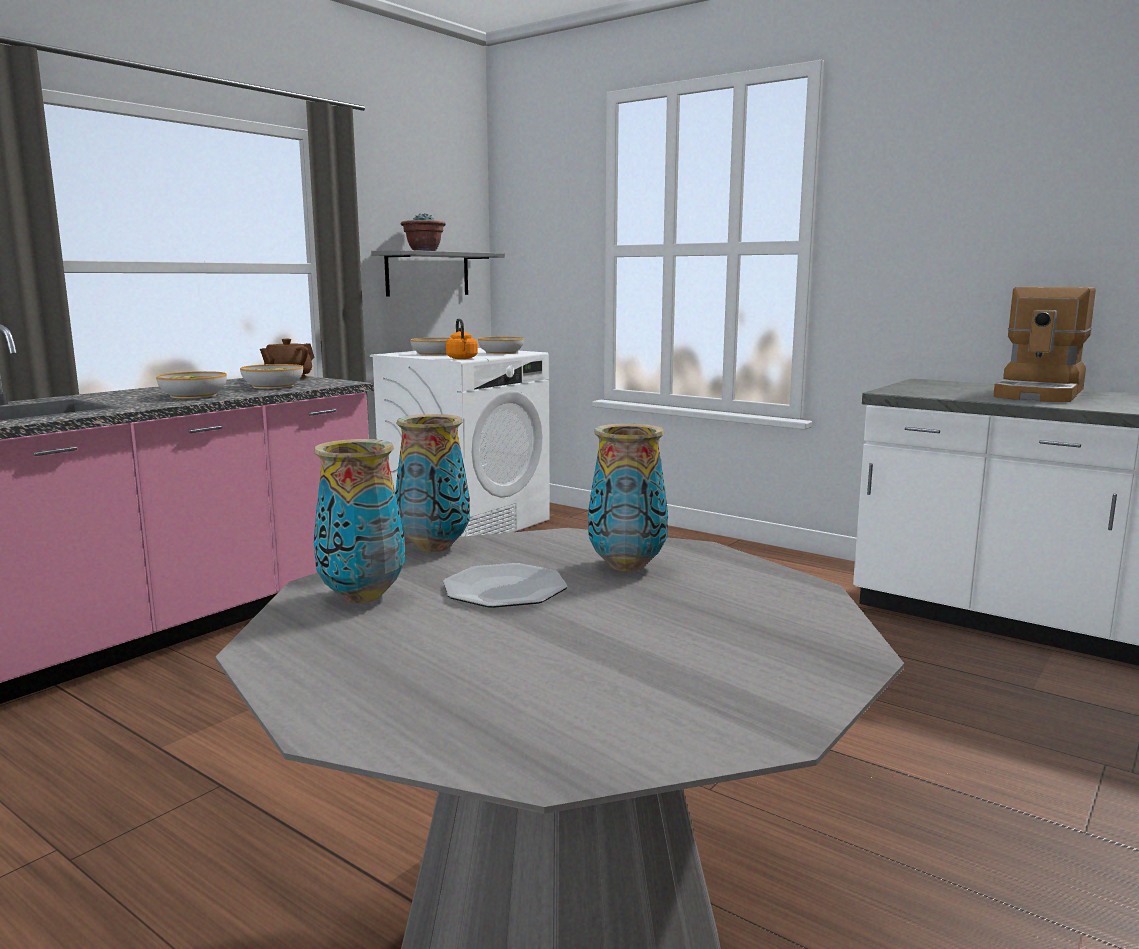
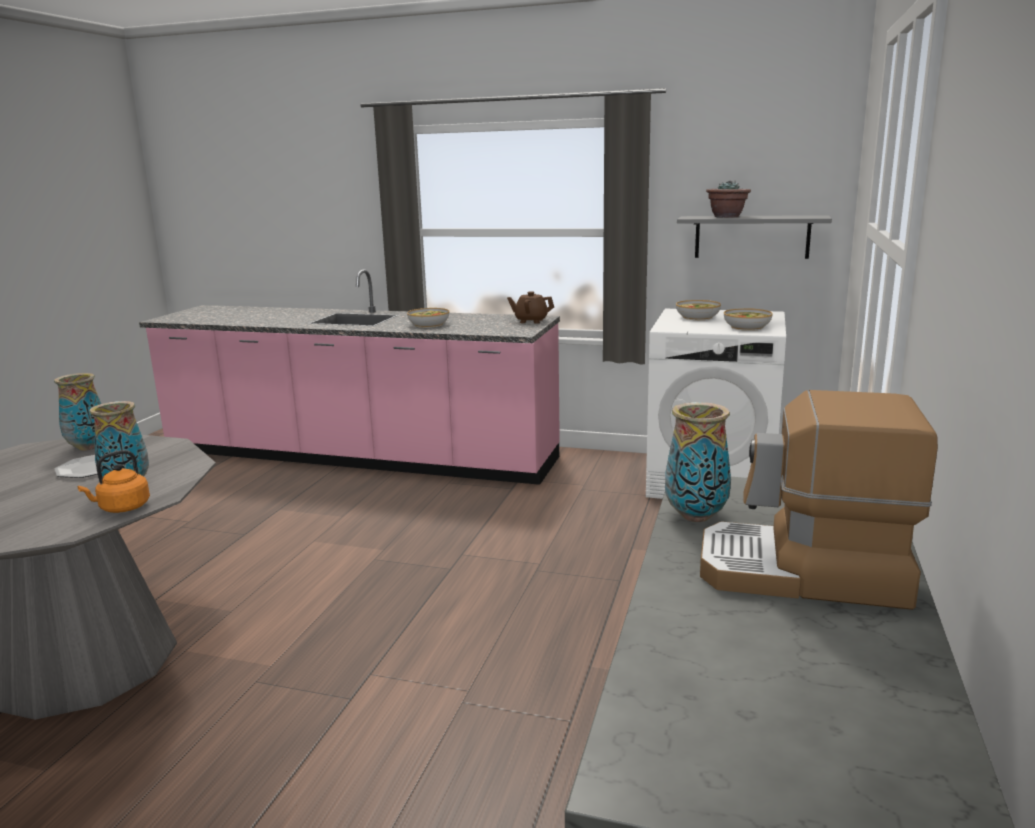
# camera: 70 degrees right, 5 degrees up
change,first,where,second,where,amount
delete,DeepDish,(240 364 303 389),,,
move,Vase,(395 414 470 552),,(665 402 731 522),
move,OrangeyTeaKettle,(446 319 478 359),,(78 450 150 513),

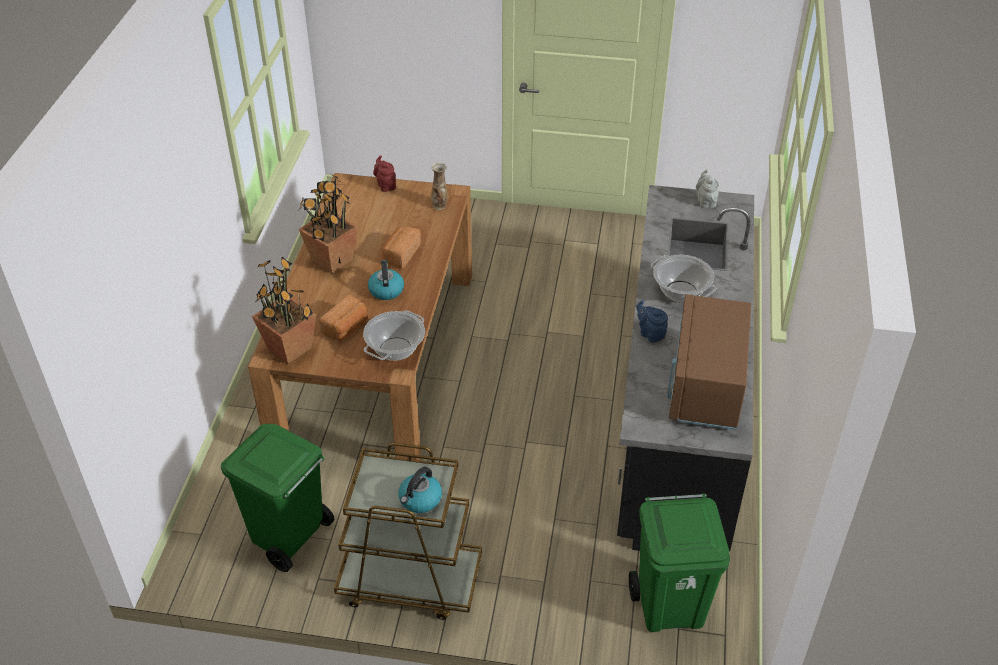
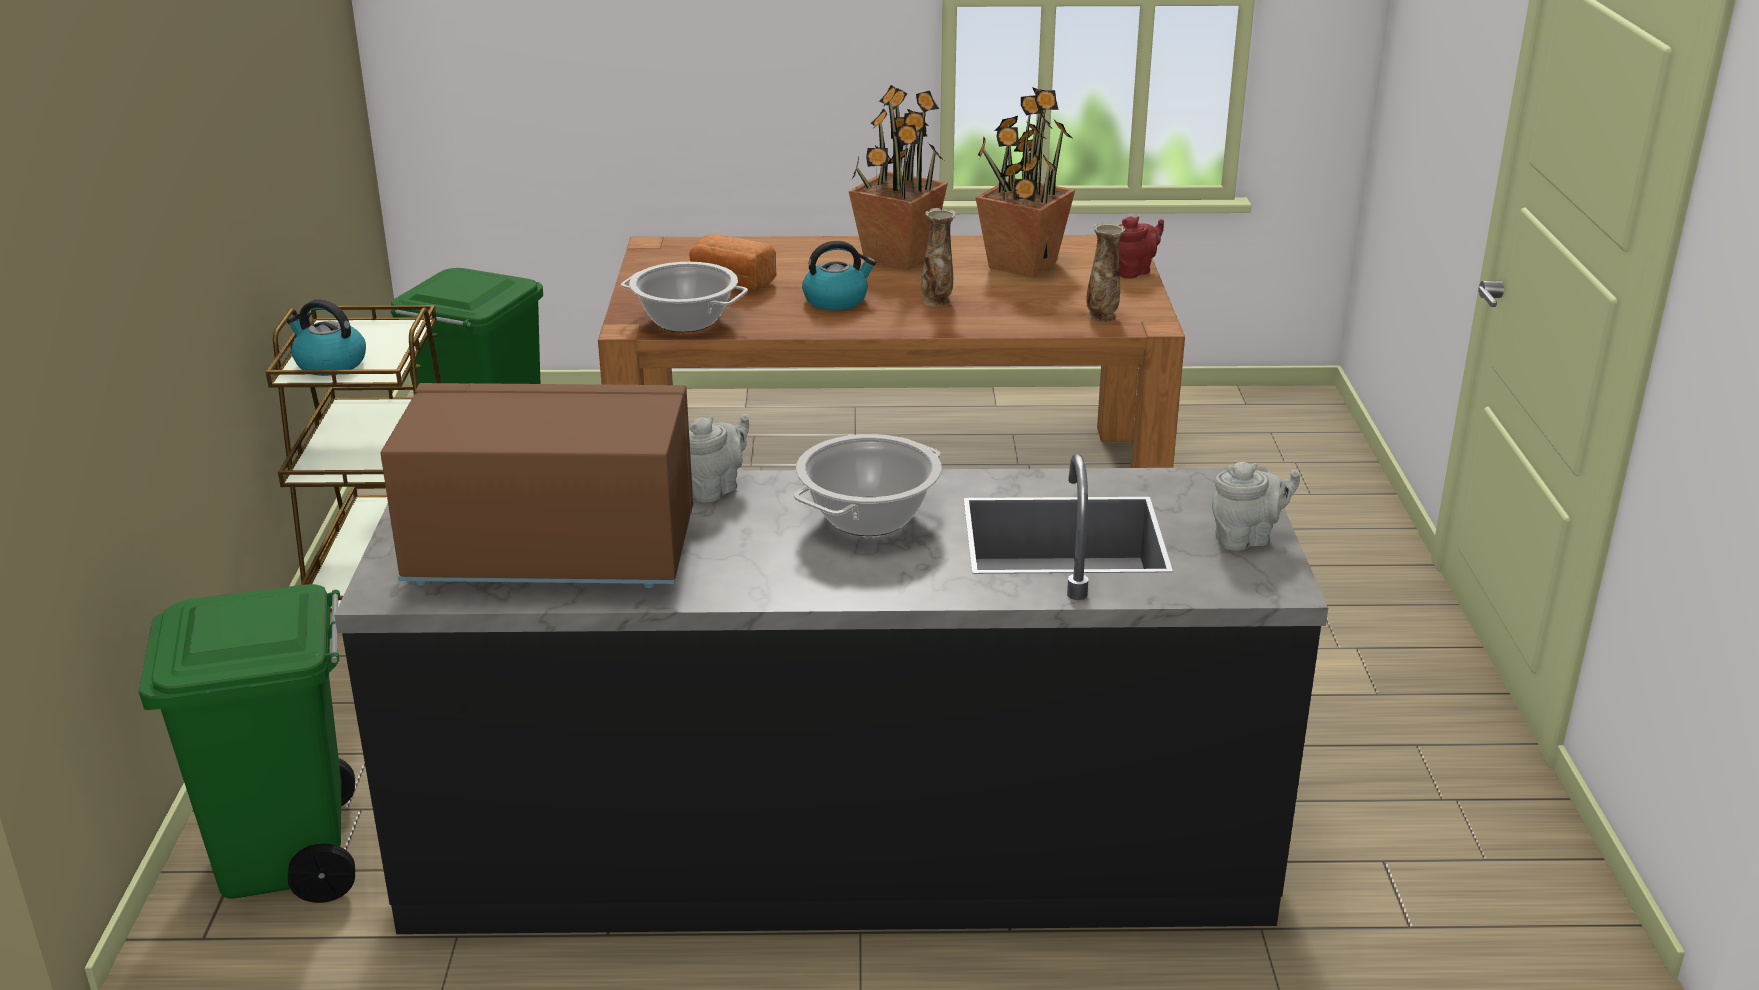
# camera: 80 degrees right, 15 degrees down
change,first,where,second,where,amount
move,Houseplant,(252 257 316 364),,(975 87 1075 278),
replace,BakedBread,(382 226 421 269),Vase,(921 208 956 307),
recolor,BluishTeaPot,(636 300 668 343),GrayTeaPot,(689 414 749 503),

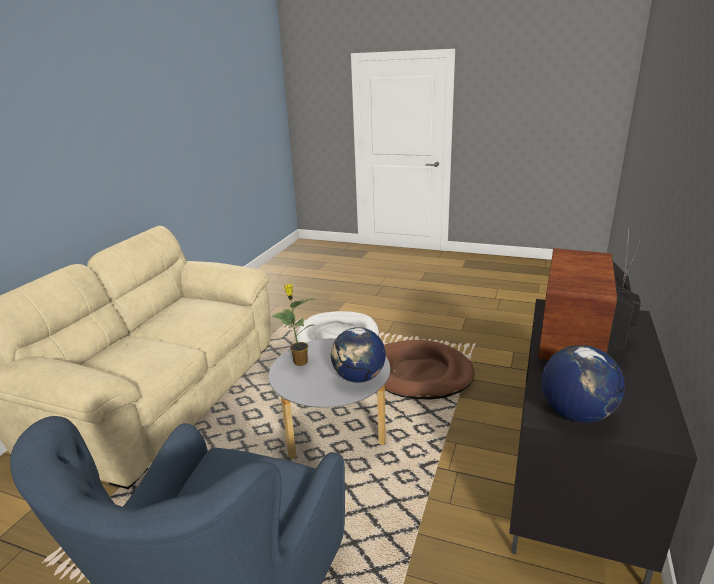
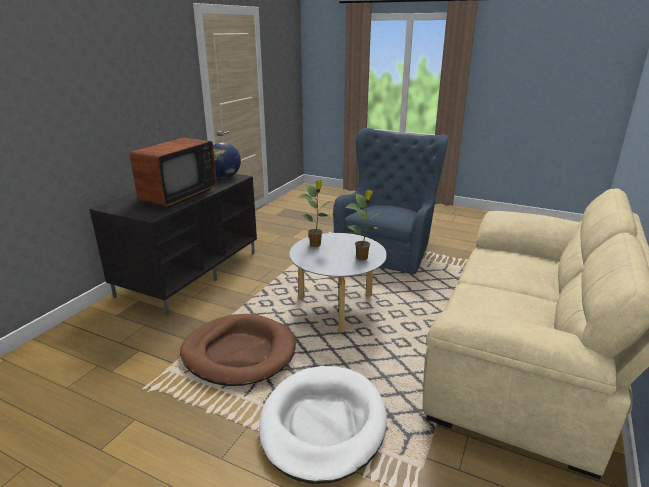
# camera: 175 degrees left, 0 degrees up
change,first,where,second,where,amount
replace,WorldGlobe,(331 327 386 383),Houseplant,(298 180 334 247),

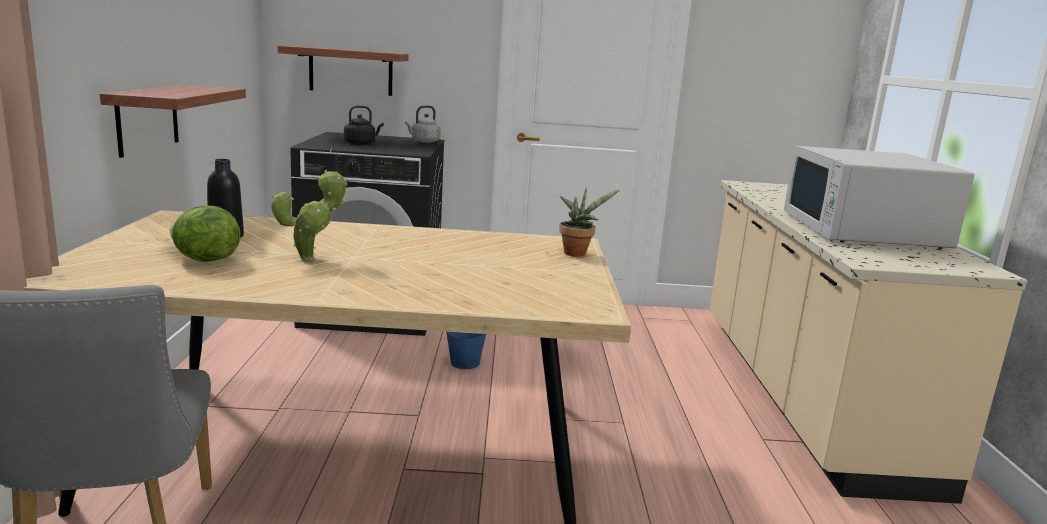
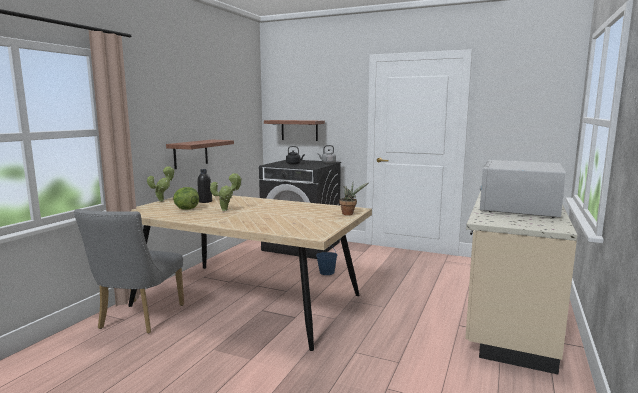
# camera: 25 degrees right, 5 degrees down
change,first,where,second,where,amount
insert,,,Houseplant,(147 166 174 201),

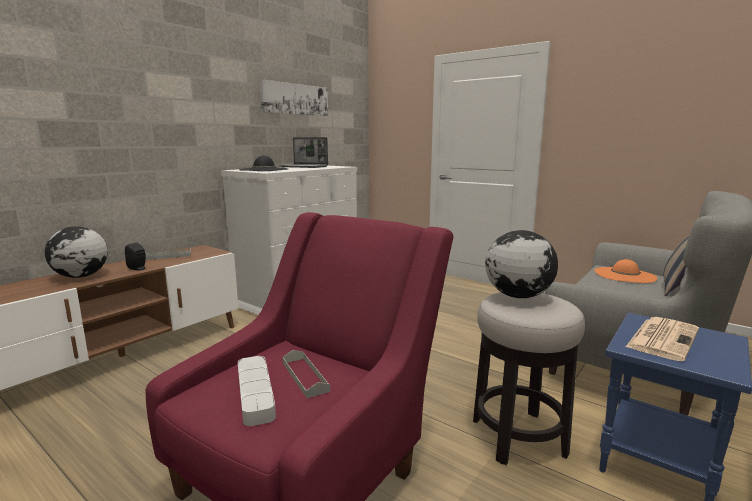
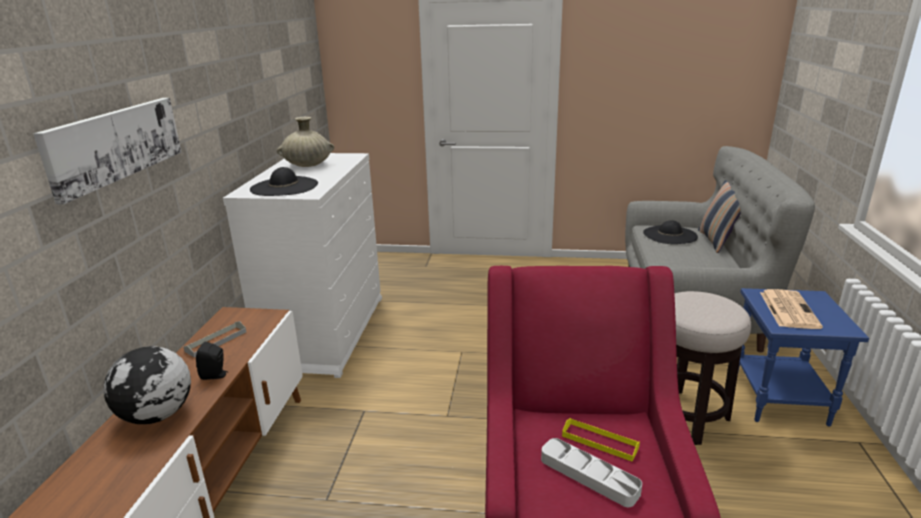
# camera: 30 degrees left, 10 degrees up
change,first,where,second,where,amount
delete,WorldGlobe,(485 230 558 298),,,
move,WallPicture,(260 80 328 116),,(33 98 182 204),
replace,PortableComputer,(279 137 328 168),BeigeVase,(277 117 334 167),
recolor,GrayCarryingTray,(283 350 330 398),YellowishCarryingTray,(562 418 640 462),
recolor,OrangeyClothingHat,(594 259 657 283),BlackClothingHat,(643 220 698 244),

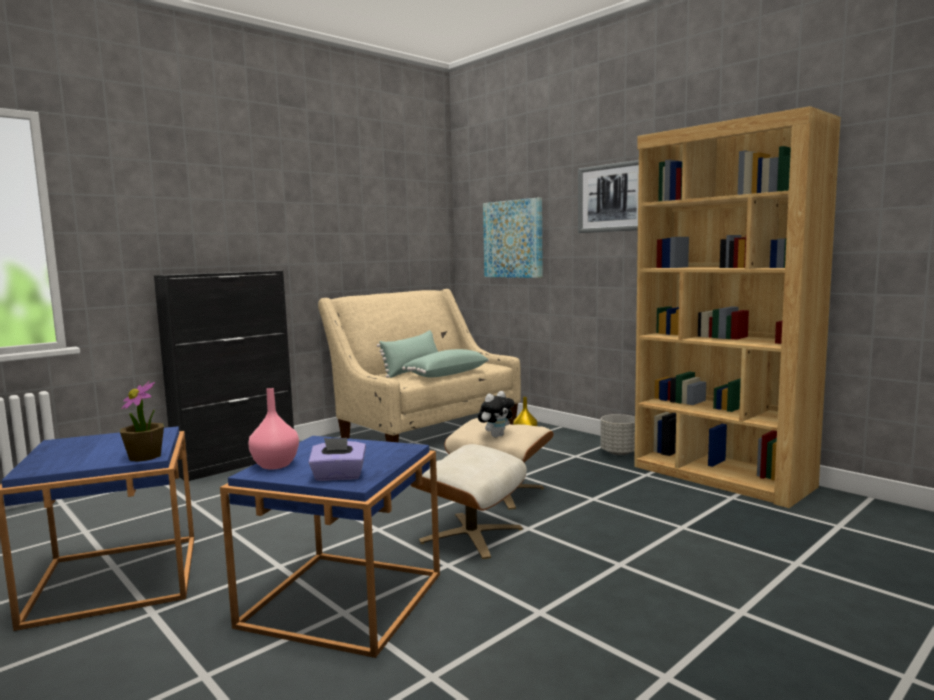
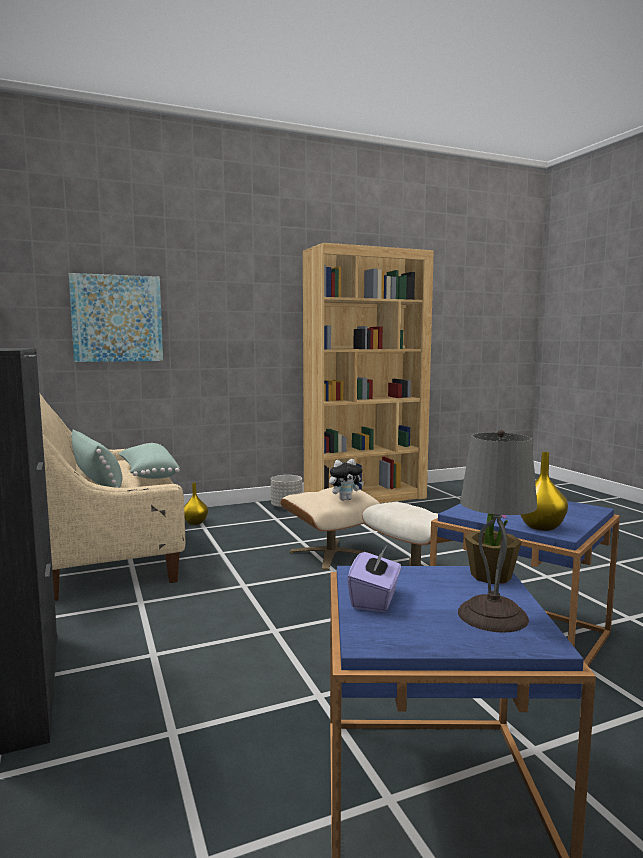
# camera: 70 degrees left, 0 degrees up
change,first,where,second,where,amount
delete,WallPicture,(578 160 639 233),,,
insert,,,GrayTabletopLamp,(458 430 537 633),
move,PurpleTissueBox,(308 438 366 481),,(347 547 401 612),
recolor,PinkishVase,(248 388 299 469),YellowishVase,(521 452 568 531),
rotate,SoftToy,(478 391 515 438),,(329 459 364 501),90 degrees clockwise

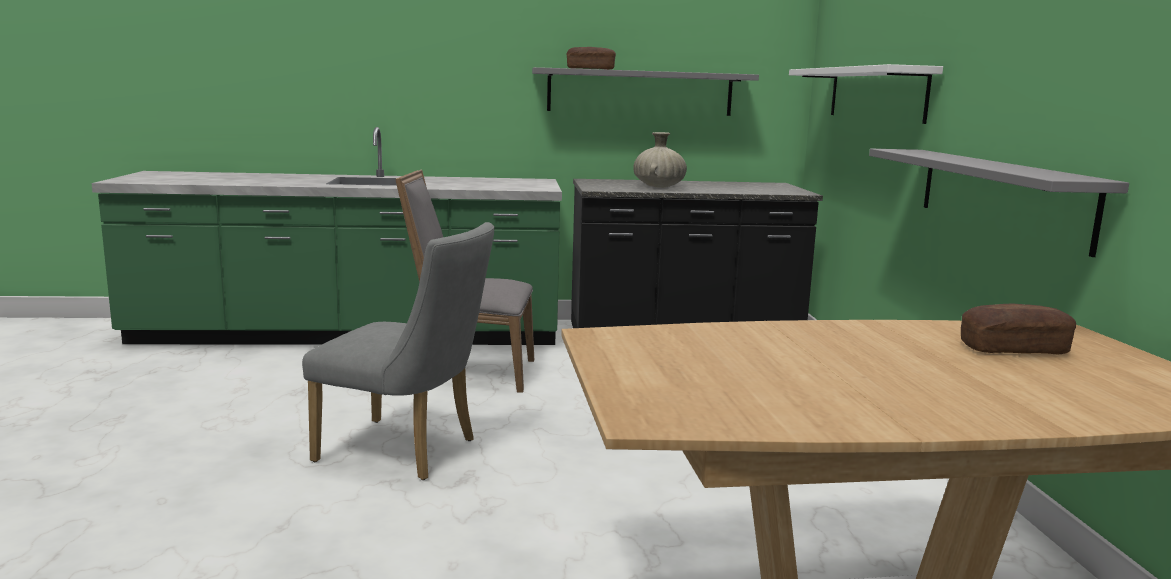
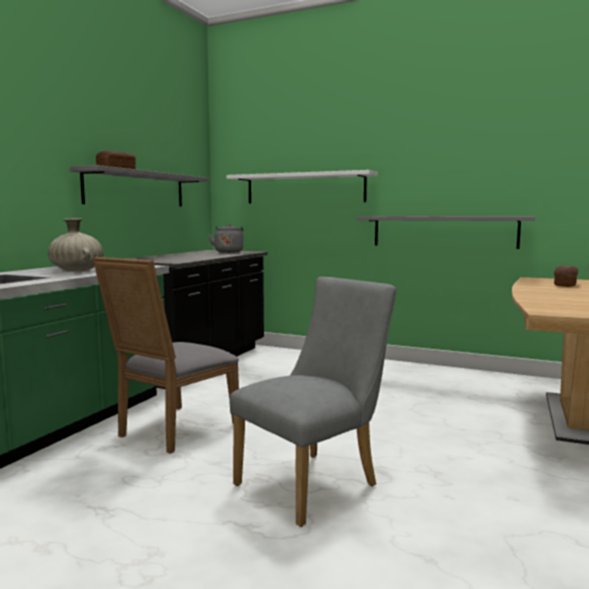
# camera: 60 degrees left, 5 degrees down
change,first,where,second,where,amount
insert,,,GrayTeaKettle,(208 224 243 253),
move,BeigeVase,(633 132 687 188),,(48 219 104 272),

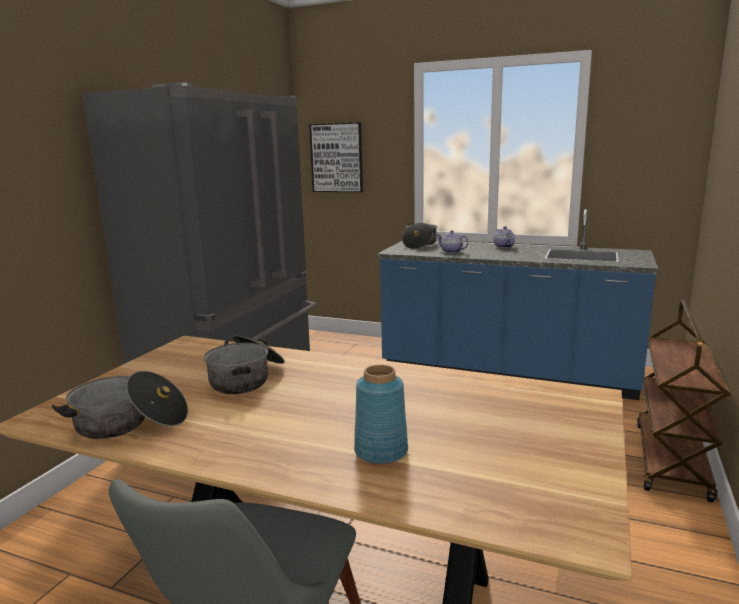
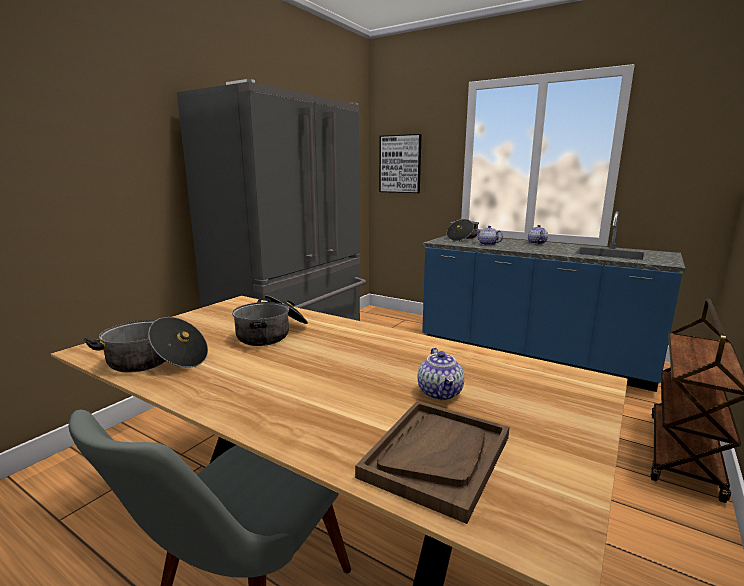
# camera: 10 degrees right, 0 degrees up
change,first,where,second,where,amount
delete,BluishVase,(354 365 408 464),,,
insert,,,BrownColouredCarryingTray,(355 401 509 524),
insert,,,TeaPot,(418 348 464 400),

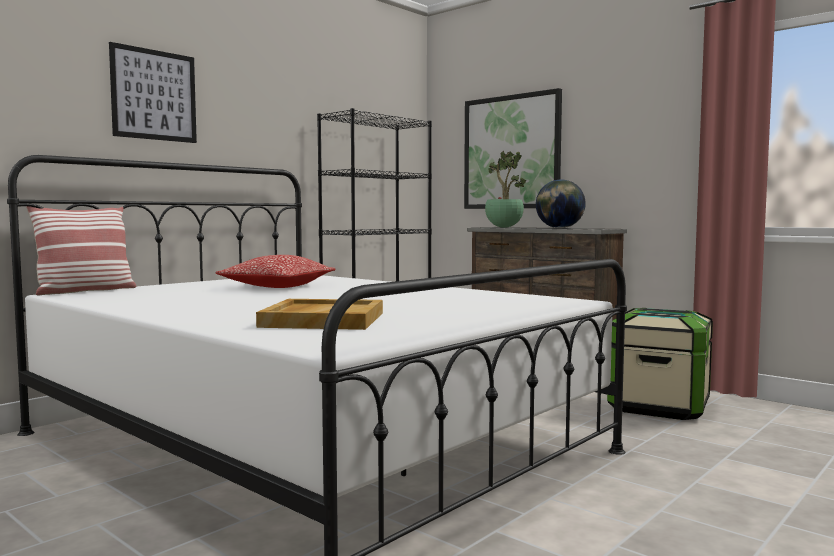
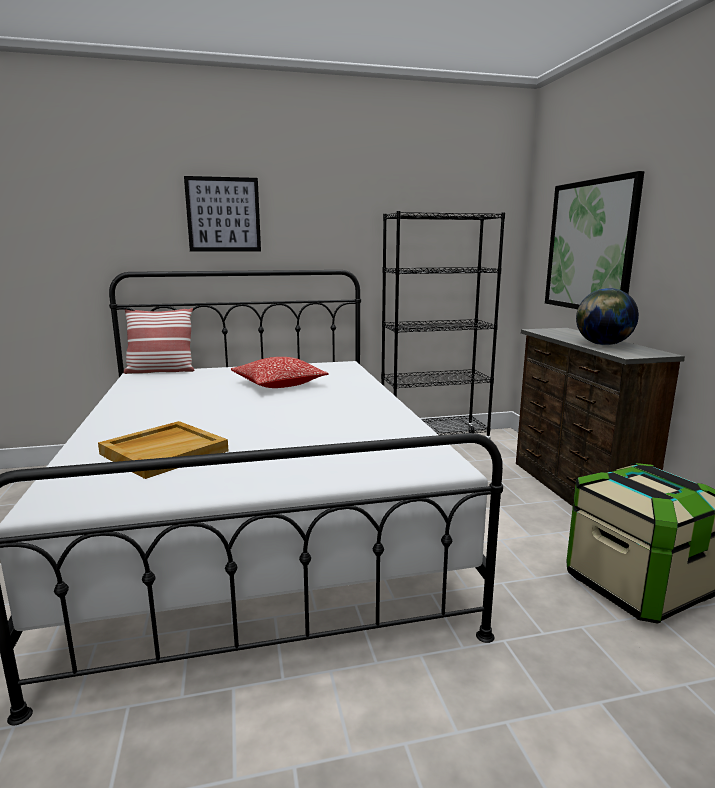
# camera: 35 degrees right, 10 degrees up
change,first,where,second,where,amount
delete,Houseplant,(485 151 527 228),,,

